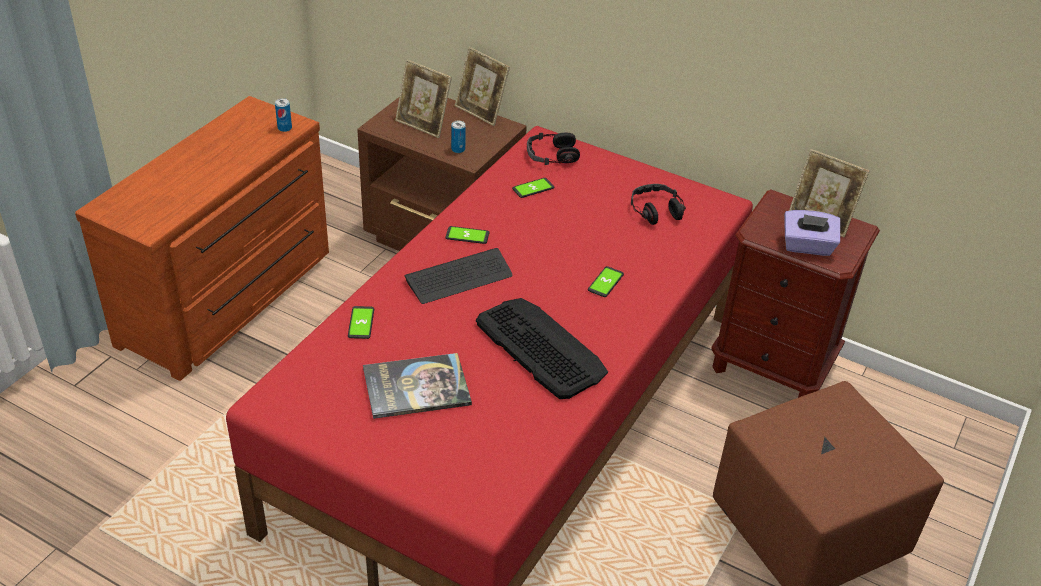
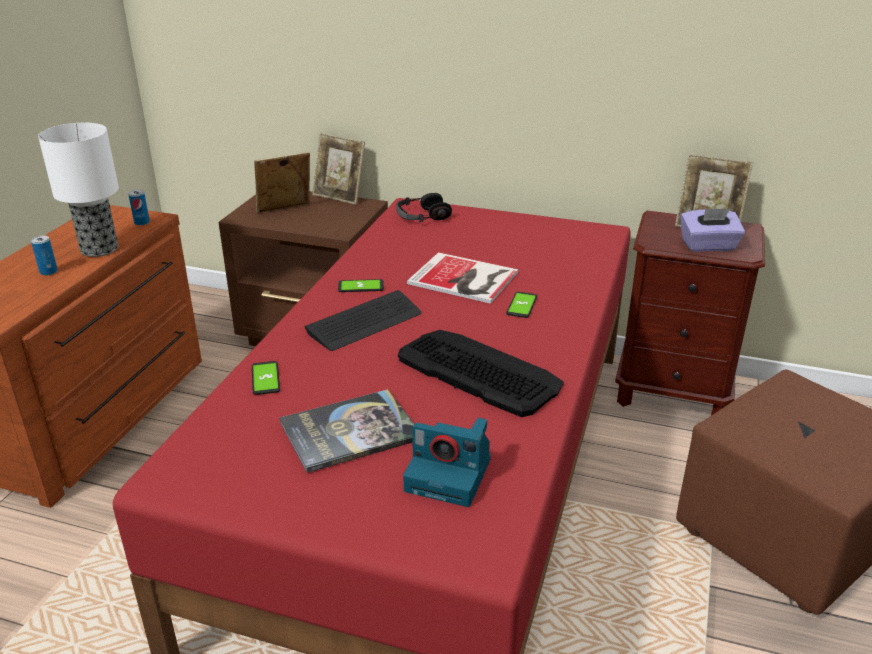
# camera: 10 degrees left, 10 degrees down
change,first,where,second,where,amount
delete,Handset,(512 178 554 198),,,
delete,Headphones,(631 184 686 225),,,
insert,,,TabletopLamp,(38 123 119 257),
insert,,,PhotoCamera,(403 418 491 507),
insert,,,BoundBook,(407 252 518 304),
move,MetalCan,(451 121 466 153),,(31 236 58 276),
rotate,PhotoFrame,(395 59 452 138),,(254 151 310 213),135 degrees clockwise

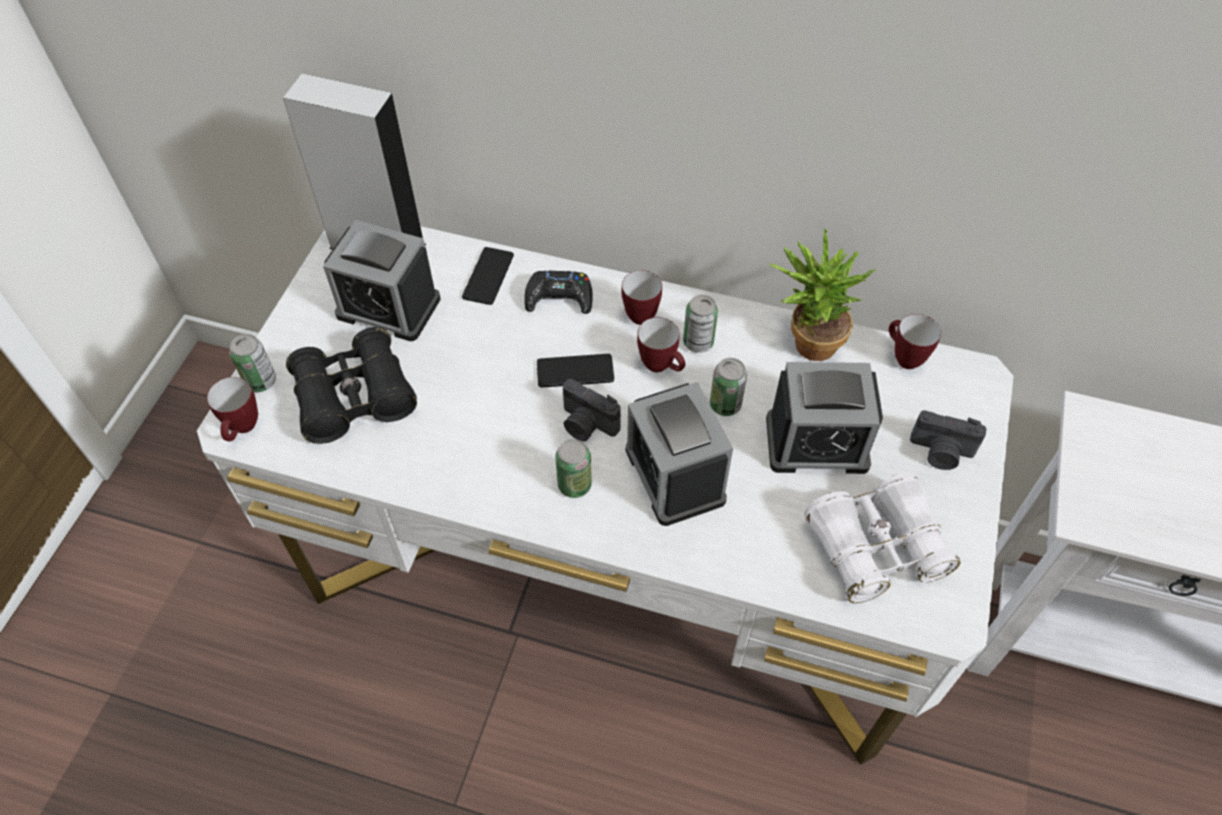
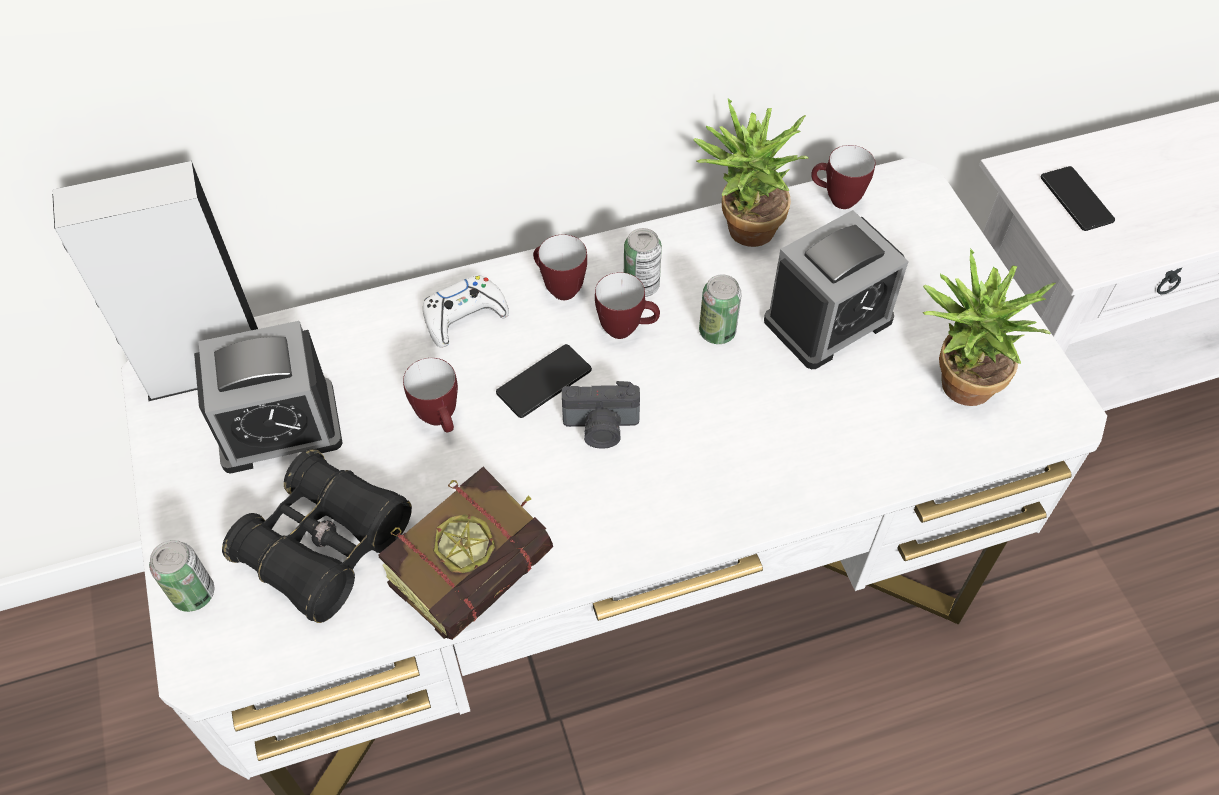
# camera: 35 degrees left, 0 degrees up
change,first,where,second,where,amount
delete,MetalCan,(555 439 592 498),,,
delete,BedsideClock,(626 382 733 526),,,
delete,PhotoCamera,(910 410 987 470),,,
insert,,,BoundBook,(378 467 553 640),
move,Mug,(207 377 258 441),,(403 358 458 432),
move,Handset,(462 247 514 305),,(1041 166 1115 231),
replace,WhitishBinoculars,(804 472 960 603),Houseplant,(923 249 1055 406),
recolor,BlackJoypad,(524 271 592 314),WhitishJoypad,(423 275 509 348),

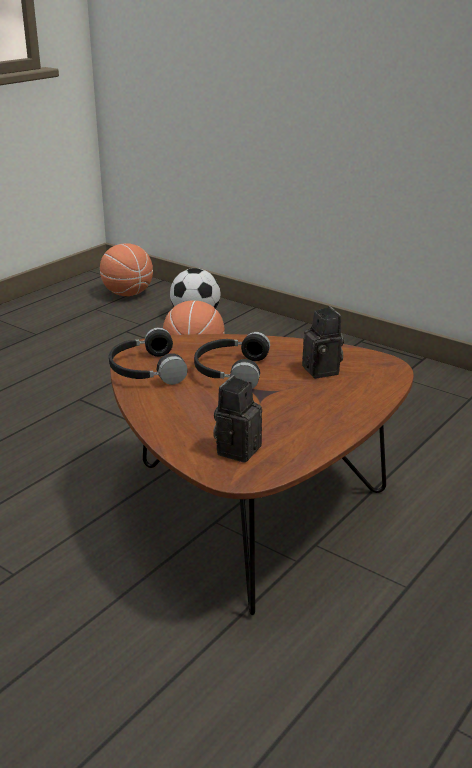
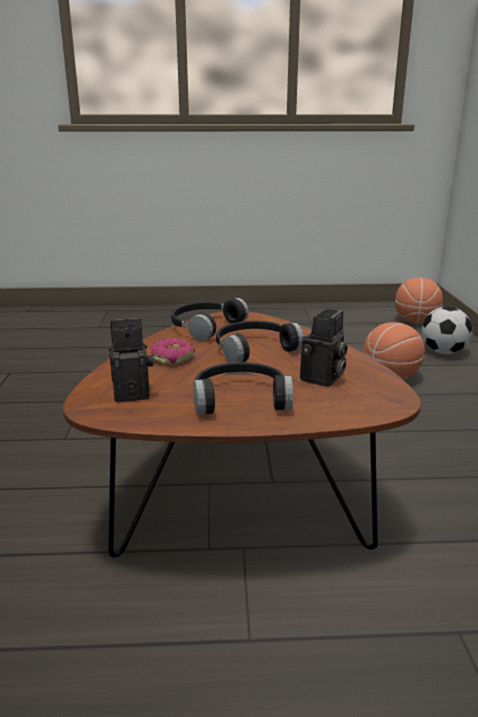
# camera: 50 degrees right, 5 degrees down
change,first,where,second,where,amount
insert,,,Doughnut,(150 338 195 366),
insert,,,BlackHeadphones,(193 362 293 414),

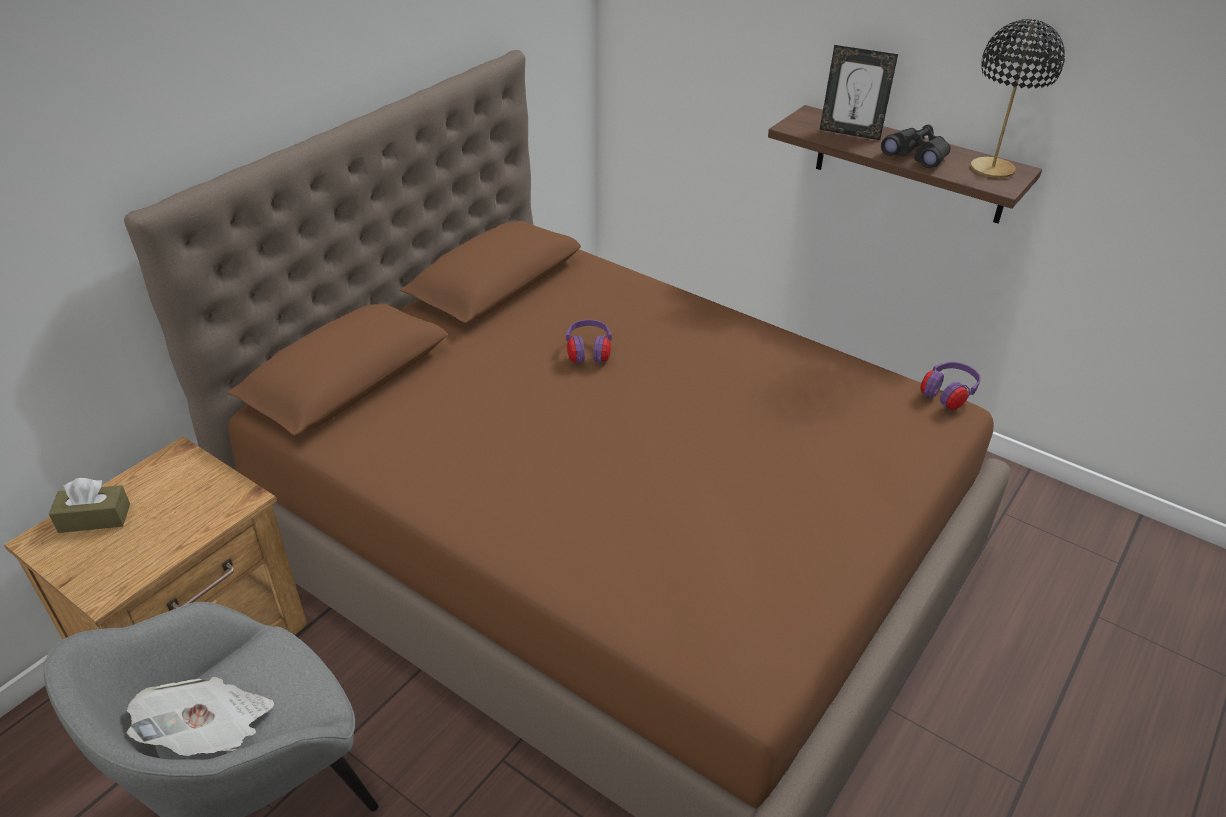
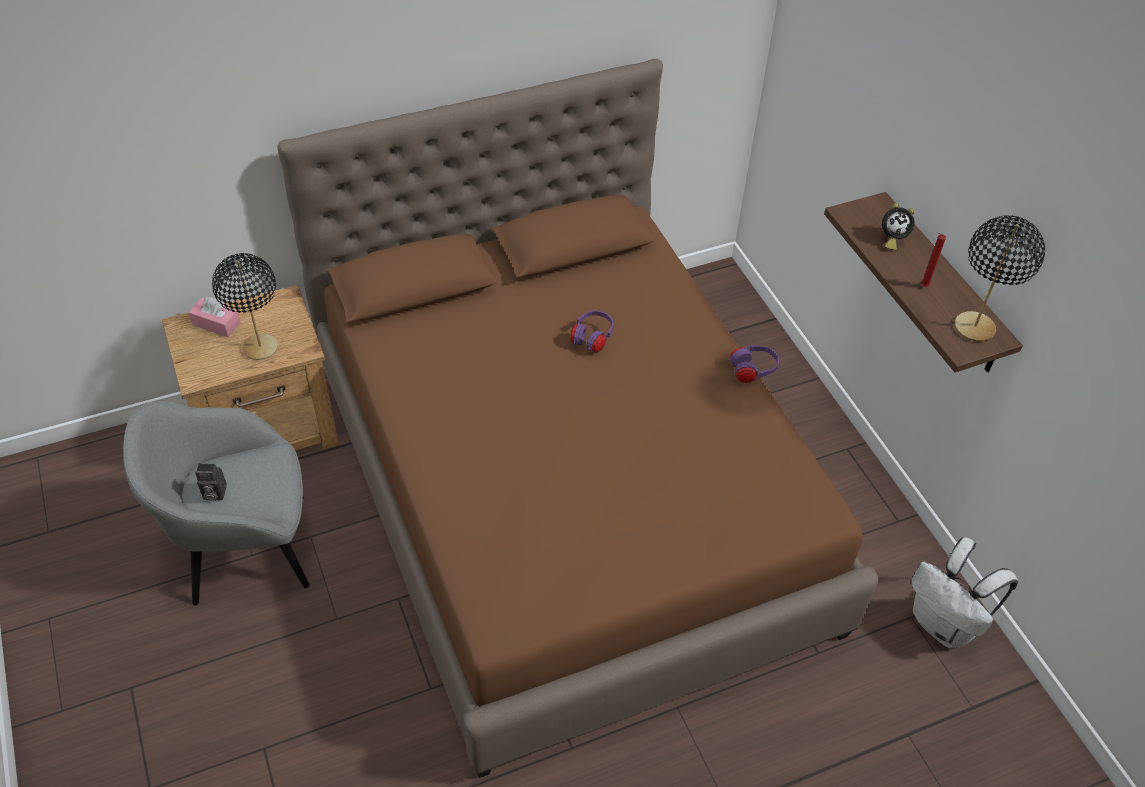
# camera: 30 degrees right, 10 degrees up
change,first,where,second,where,amount
insert,,,BlackTabletopLamp,(212 253 278 360),
insert,,,WhitishBackpack,(911 537 1018 648),
move,PurpleHeadphones,(920 362 981 410),,(728 345 779 383),
replace,DailyPaper,(126 677 274 756),PhotoCamera,(195 463 227 500),
replace,PhotoFrame,(820 45 898 140),BedsideClock,(882 203 915 250),
replace,BlackBinoculars,(881 124 951 168),RedWaxCandle,(921 232 946 287),
recolor,BrownColouredTissueBox,(49 478 130 533),PinkishTissueBox,(189 297 241 337),

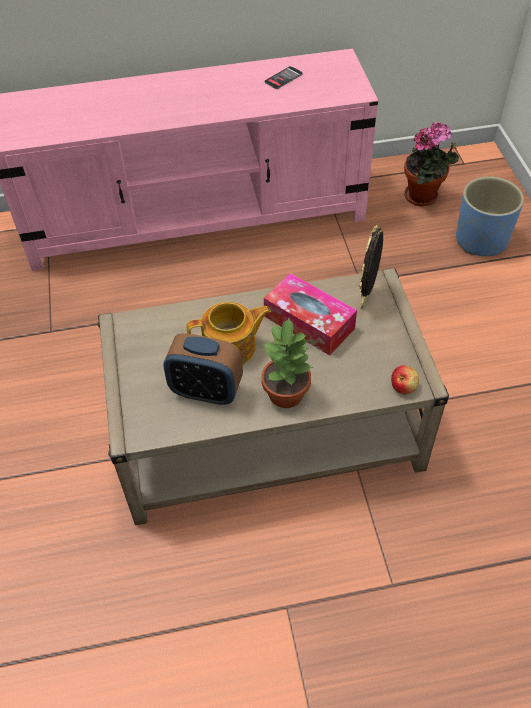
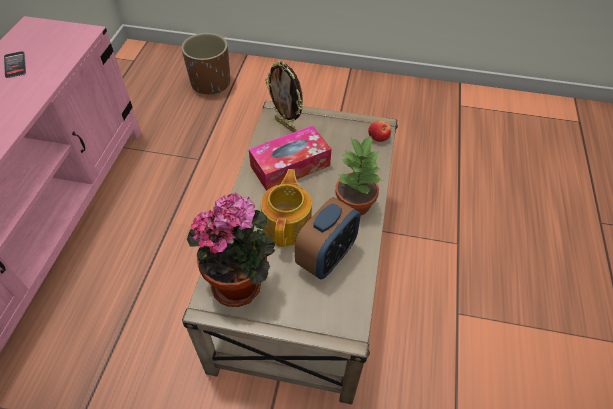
# camera: 70 degrees left, 0 degrees up
change,first,where,second,where,amount
move,Houseplant,(404 121 459 206),,(187 192 275 307),
recolor,BluishPlanter,(456 176 524 256),BrownColouredPlanter,(181 33 230 95),

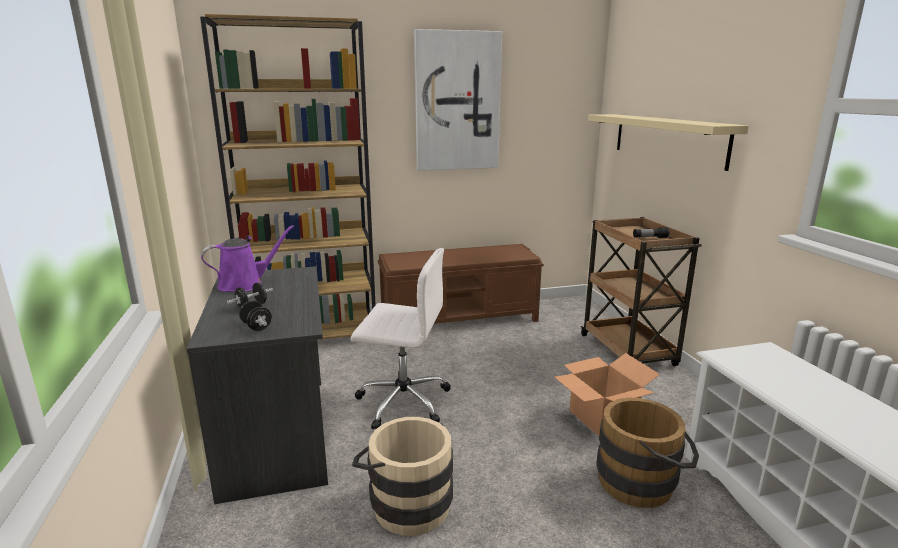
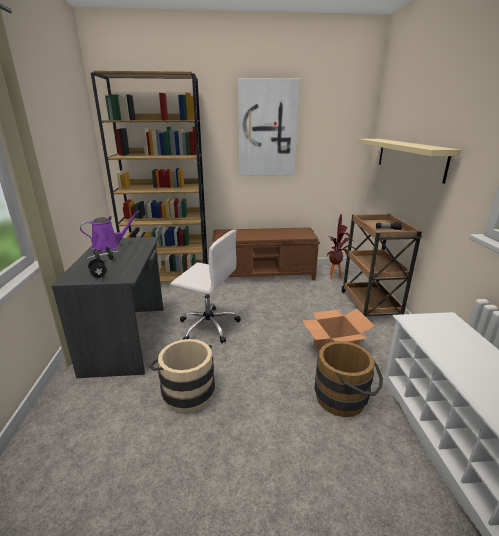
# camera: 10 degrees right, 5 degrees up
change,first,where,second,where,amount
insert,,,Houseplant,(327 214 356 280),

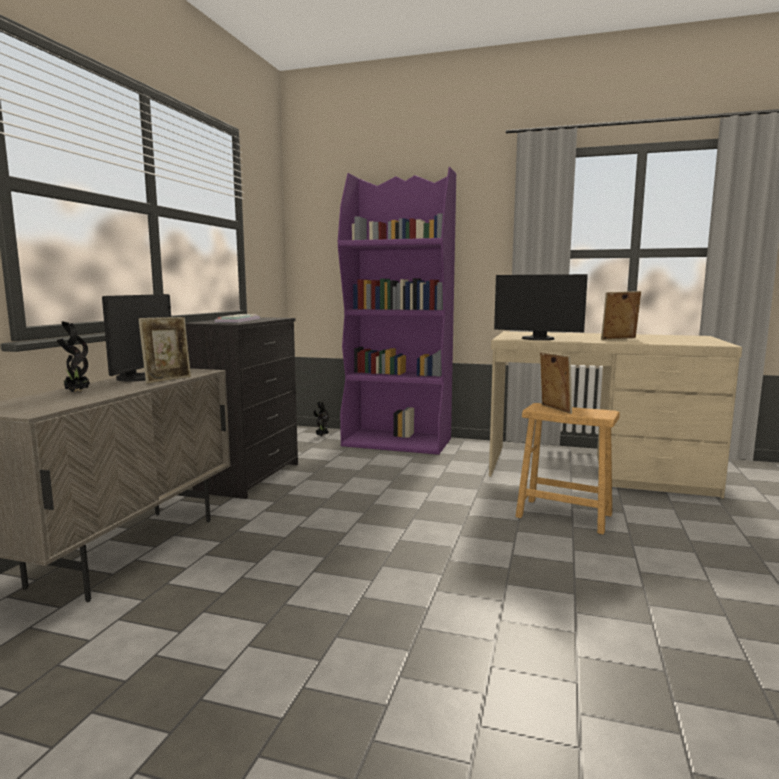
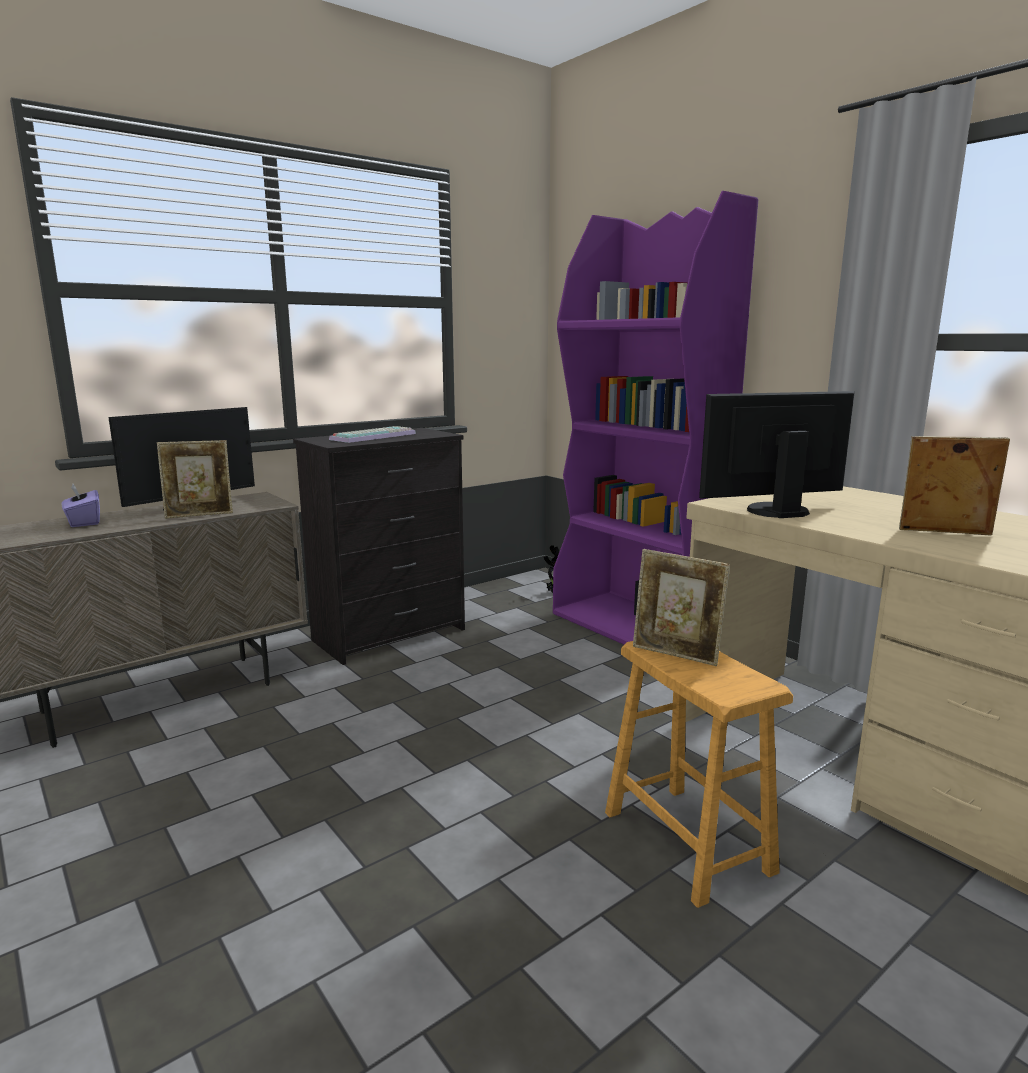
# camera: 35 degrees right, 5 degrees up
change,first,where,second,where,amount
replace,Houseplant,(57 321 90 392),PurpleTissueBox,(62 484 100 527),
rotate,ComputerDisplay,(494 274 588 340),,(699 391 855 518),105 degrees clockwise
rotate,PhotoFrame,(540 352 572 414),,(633 549 730 666),105 degrees clockwise

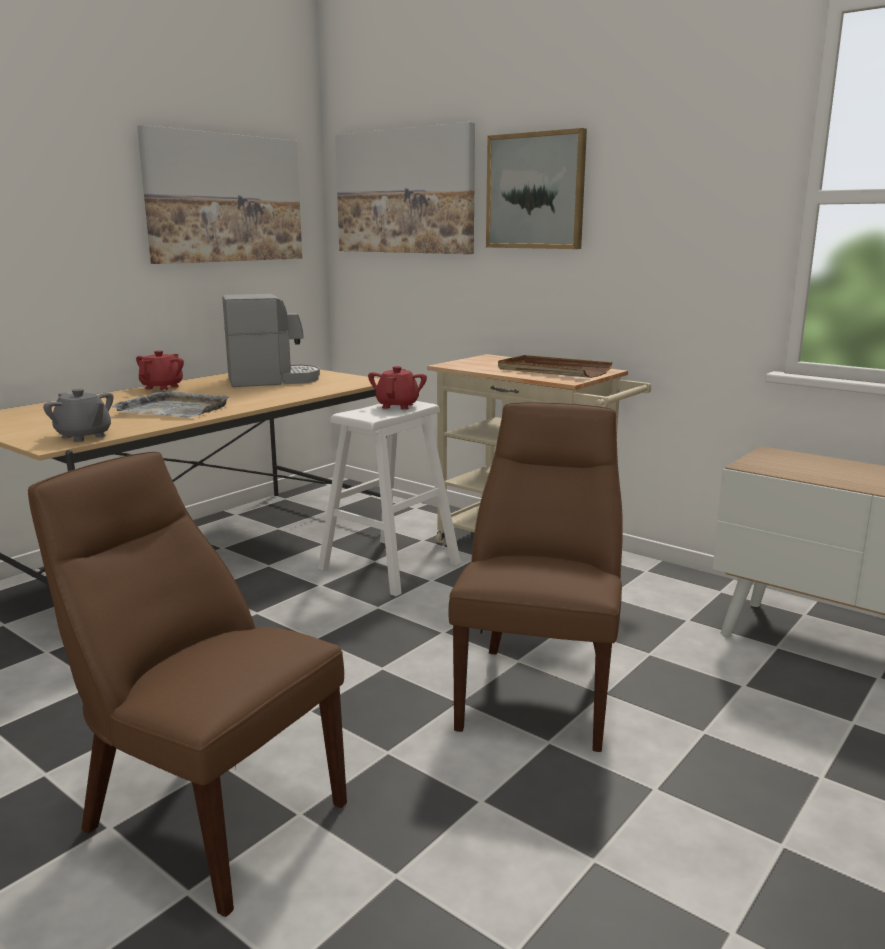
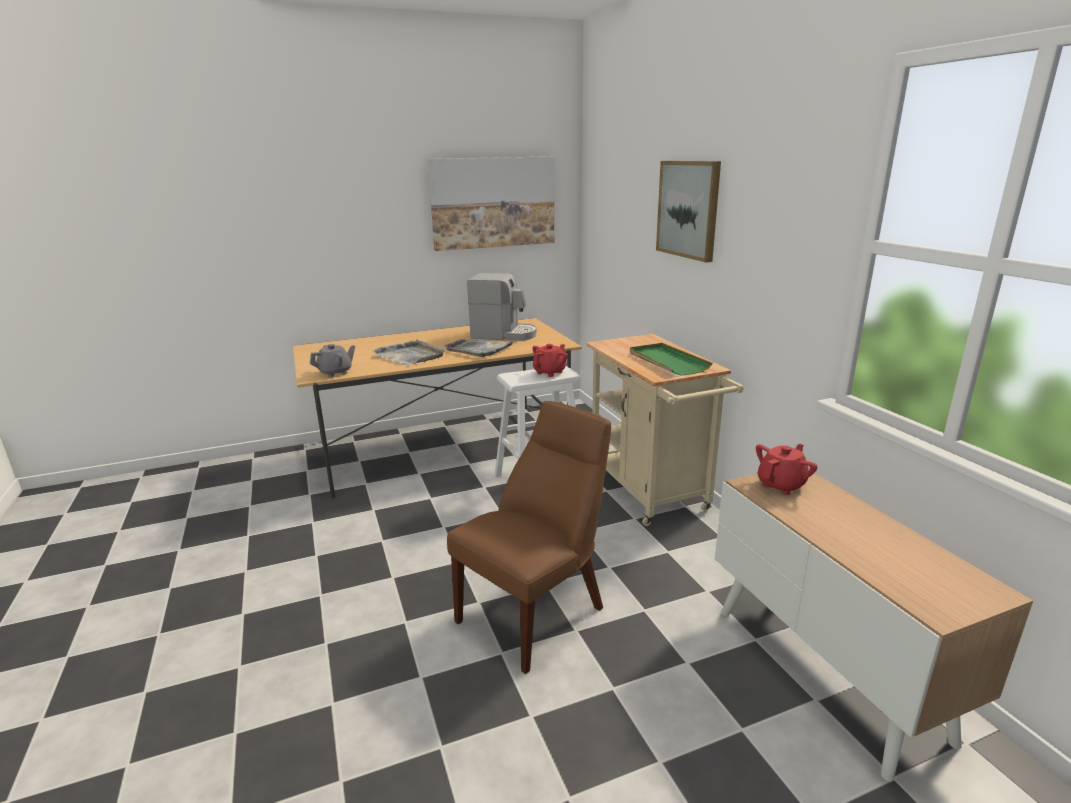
# camera: 30 degrees right, 5 degrees up
change,first,where,second,where,amount
delete,BrownColouredUprightChair,(28 452 347 917),,,
delete,WallPicture,(335 122 475 254),,,
insert,,,GrayCarryingTray,(444 339 514 357),
move,RedTeaPot,(136 350 184 390),,(756 444 817 495),
recolor,BrownColouredCarryingTray,(498 355 612 378),GreenishCarryingTray,(630 343 713 375),
rotate,GrayTeaPot,(43 389 113 442),,(310 344 355 377),105 degrees counterclockwise

